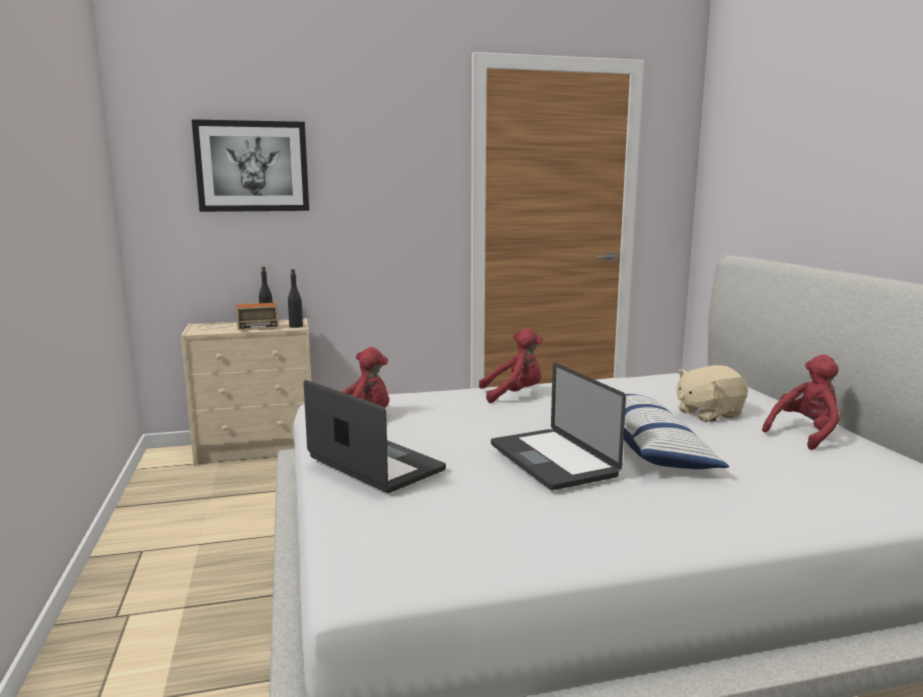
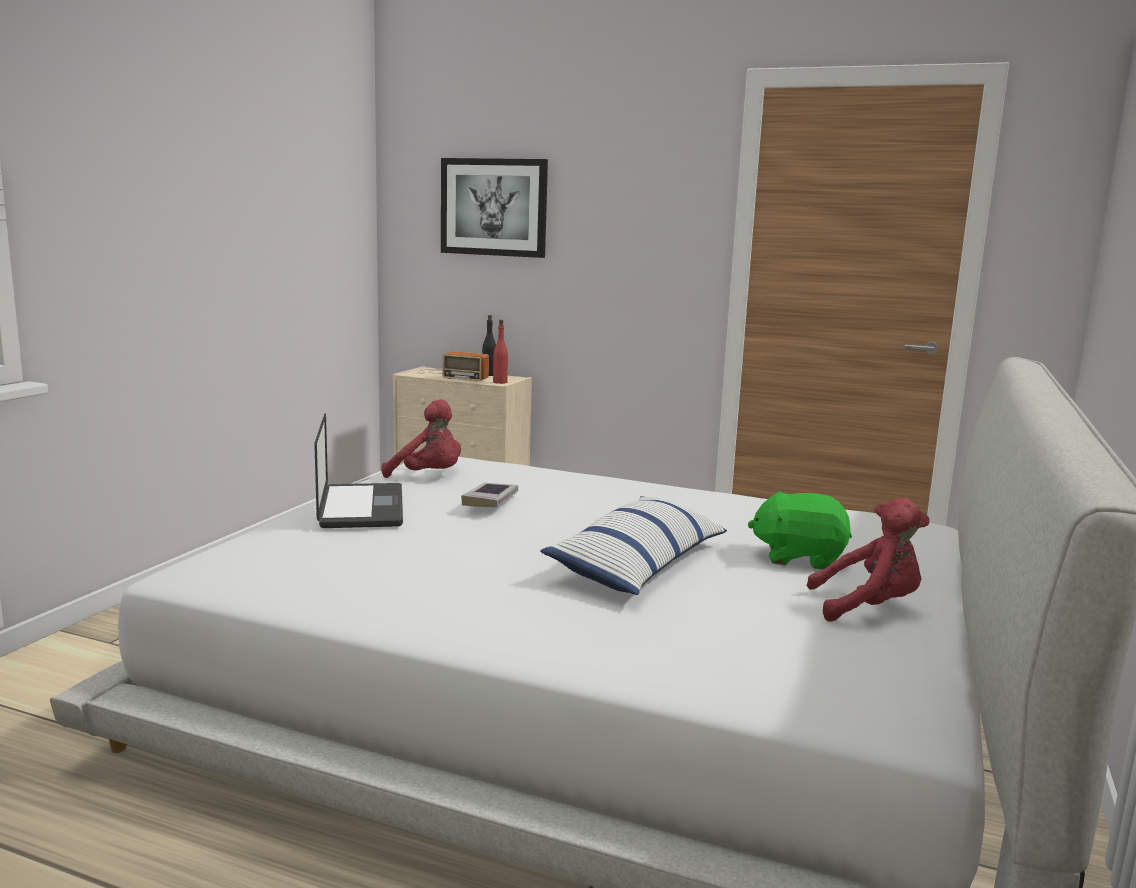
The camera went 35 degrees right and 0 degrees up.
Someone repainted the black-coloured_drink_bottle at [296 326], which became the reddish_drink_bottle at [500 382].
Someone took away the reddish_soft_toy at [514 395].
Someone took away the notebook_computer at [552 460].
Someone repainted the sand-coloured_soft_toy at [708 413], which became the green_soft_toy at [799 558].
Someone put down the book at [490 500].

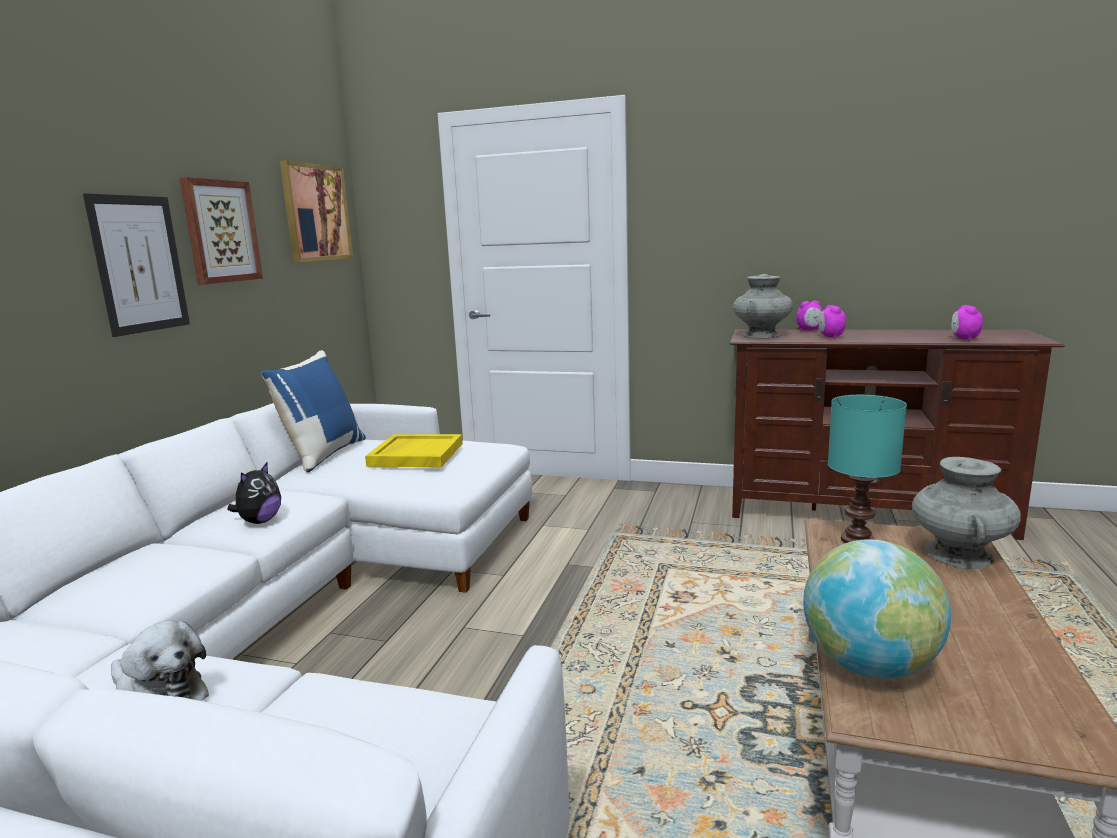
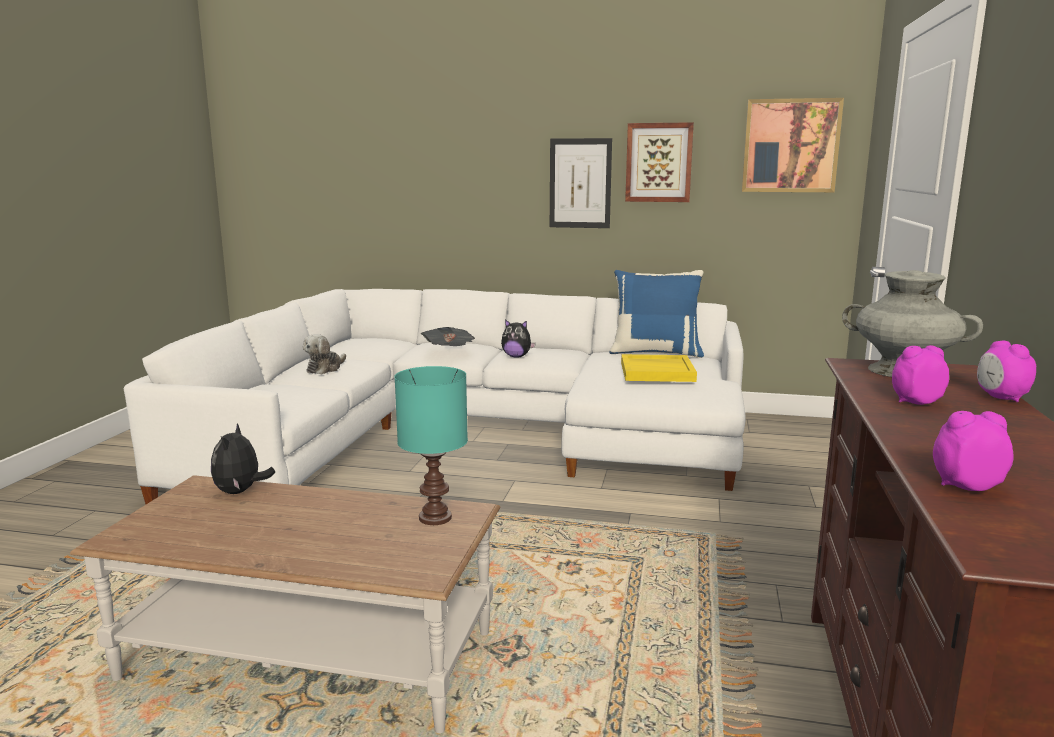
The camera went 85 degrees right and 0 degrees up.
Someone took away the grey_flower_vase at [958 554].
Someone swapped the world_globe at [868 665] for the soft_toy at [240 492].
Someone put down the daily_paper at [449 352].

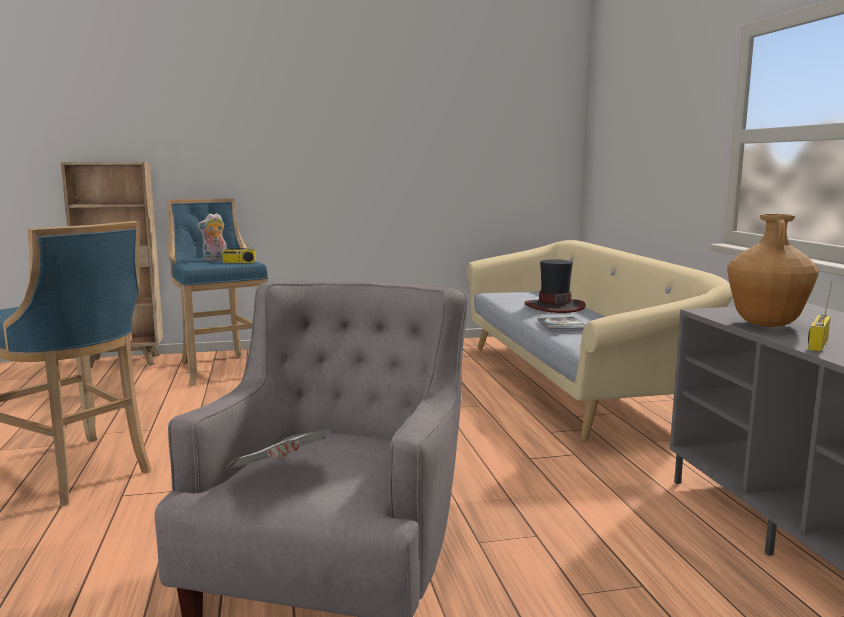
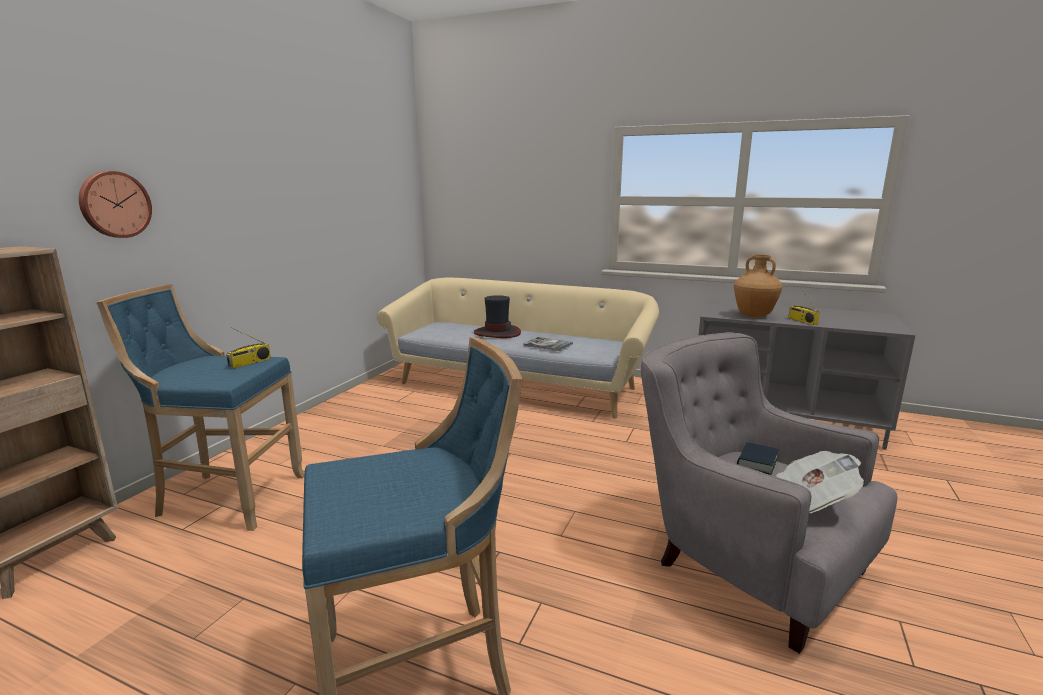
The camera went 55 degrees left and 5 degrees up.
Someone took away the soft_toy at [215 260].
Someone put up the wall_clock at [114 204].
Someone put down the book at [757 462].

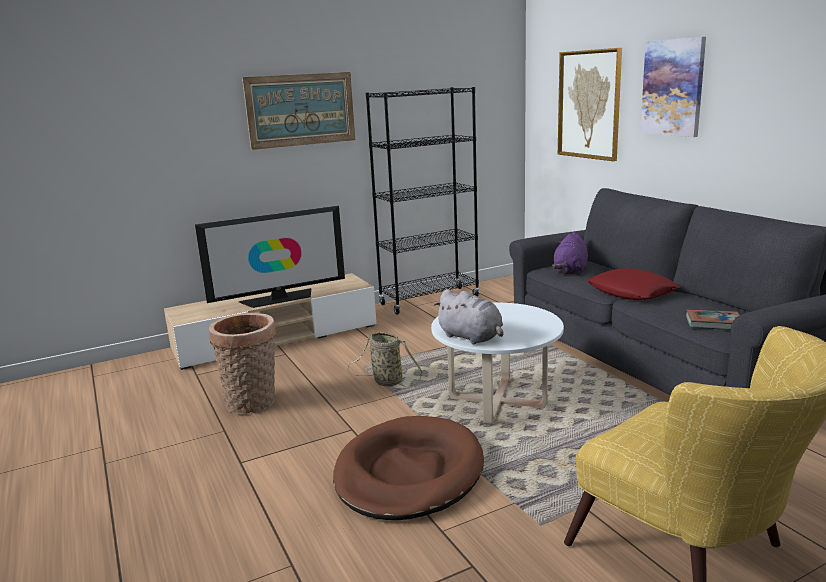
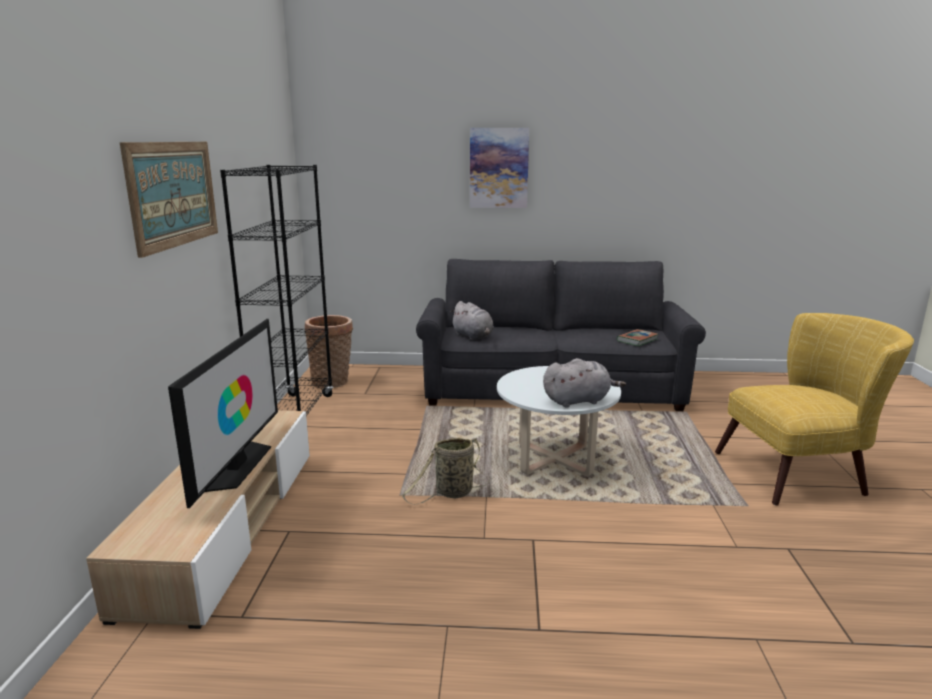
The camera went 60 degrees left and 0 degrees up.
Someone took away the wall_picture at [589 104].
Someone repainted the purplish_soft_toy at [570 271], which became the grey_soft_toy at [473 336].
Someone took away the reddish_throw_pillow at [631 292].
Someone carried the storage_basket from [252 404] to [332 382].
Someone took away the brown-coloured_dog_cushion at [409 473].

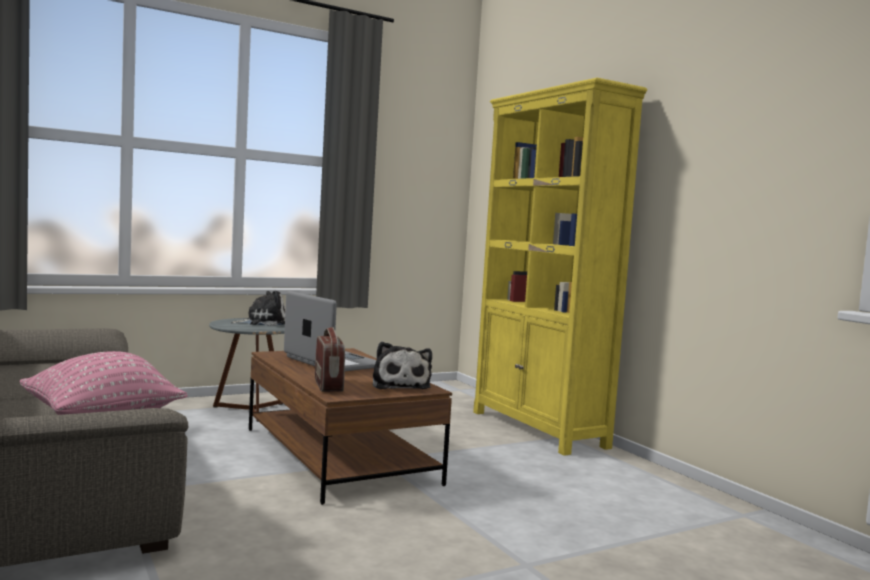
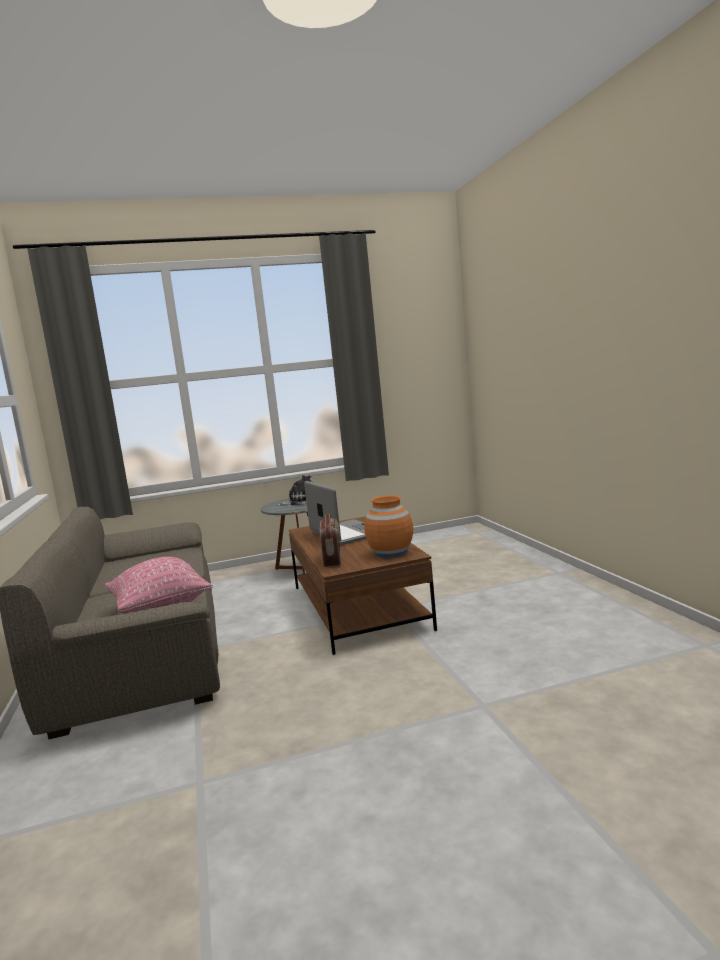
The camera went 15 degrees right and 5 degrees up.
Someone took away the yellow_shelving_unit at [538 429].
Someone swapped the soft_toy at [400 385] for the orange-coloured_flower_vase at [390 552].

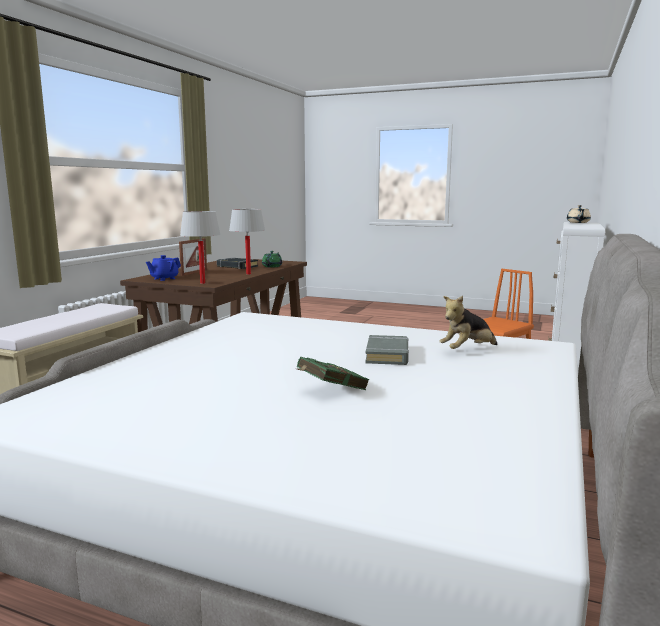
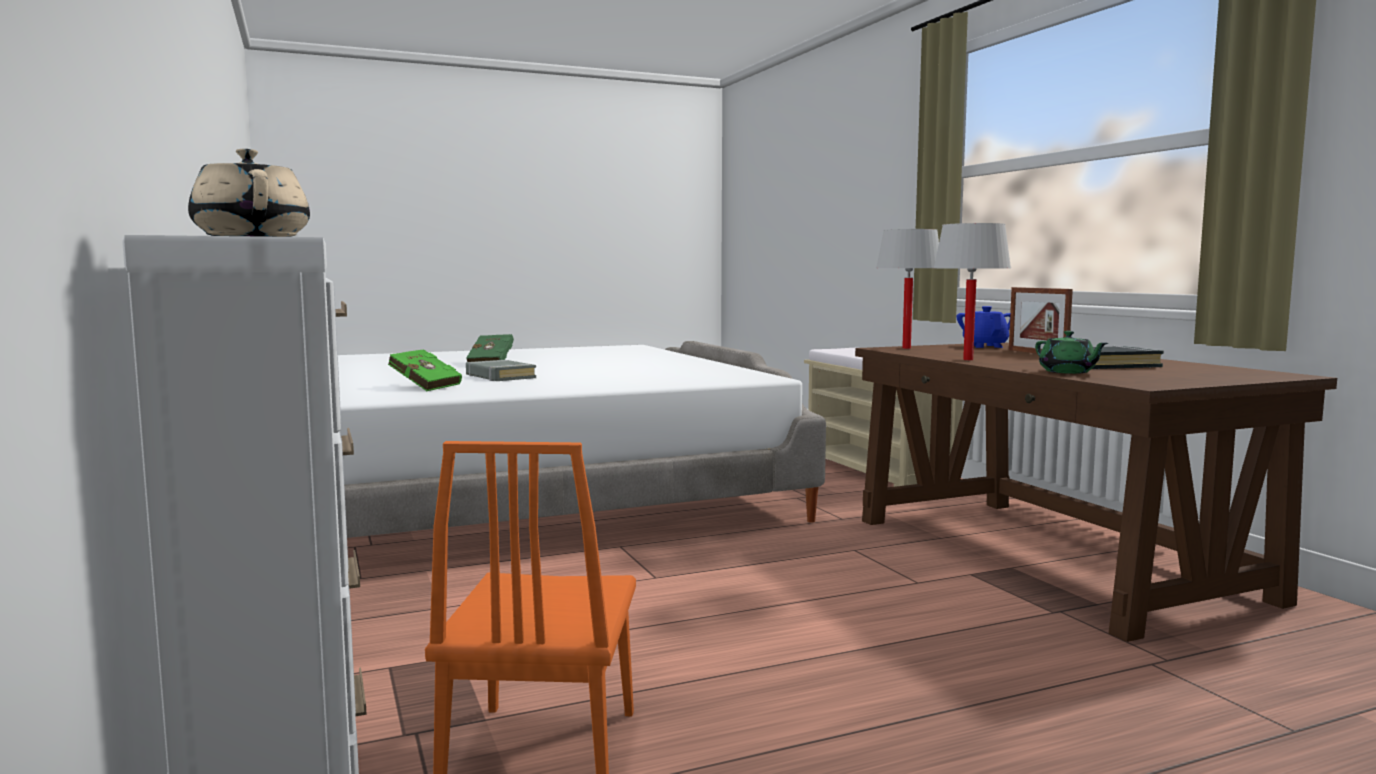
The camera went 135 degrees right and 5 degrees down.
Someone swapped the soft_toy at [467 350] for the green_book at [424 386].

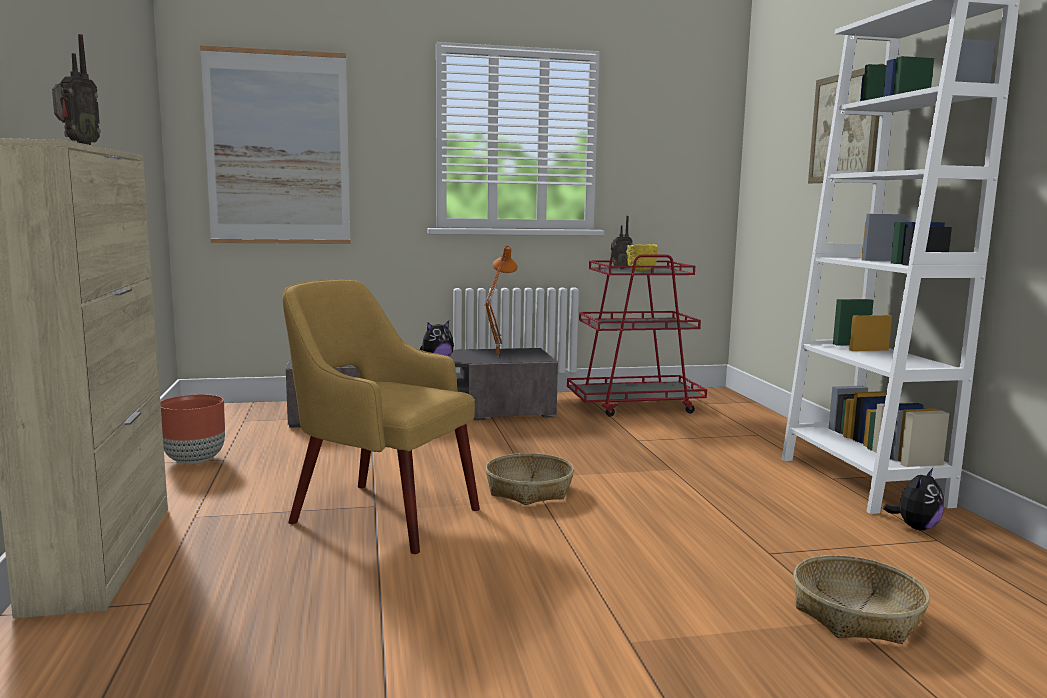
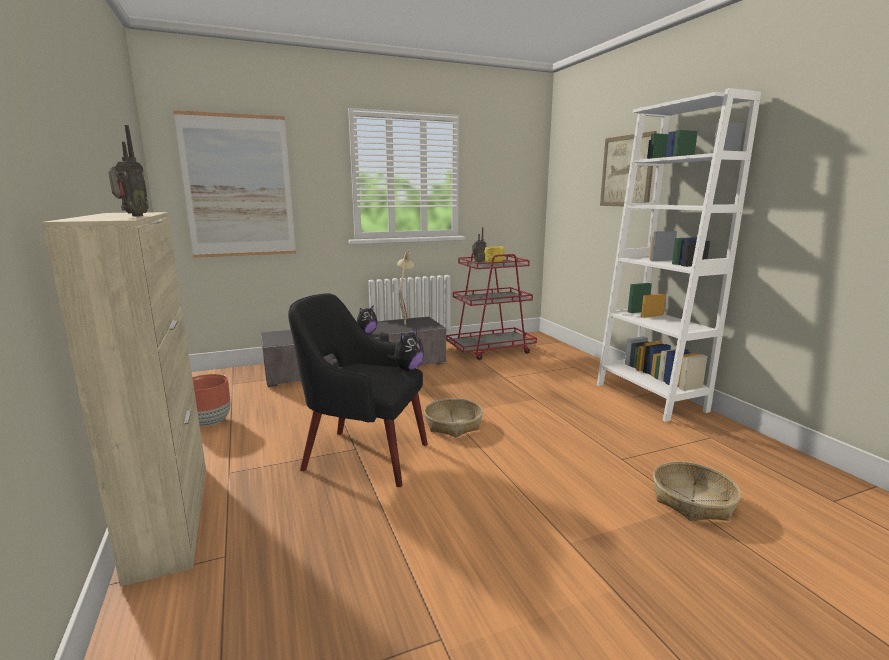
The camera went 10 degrees left and 5 degrees up.
Someone repainted the orange-coloured_table_lamp at [496 356], which became the sand-coloured_table_lamp at [403 326].
Someone repainted the yellow_easy_chair at [381 514], which became the black-coloured_easy_chair at [362 456].
Someone carried the soft_toy from [915 527] to [407 369].

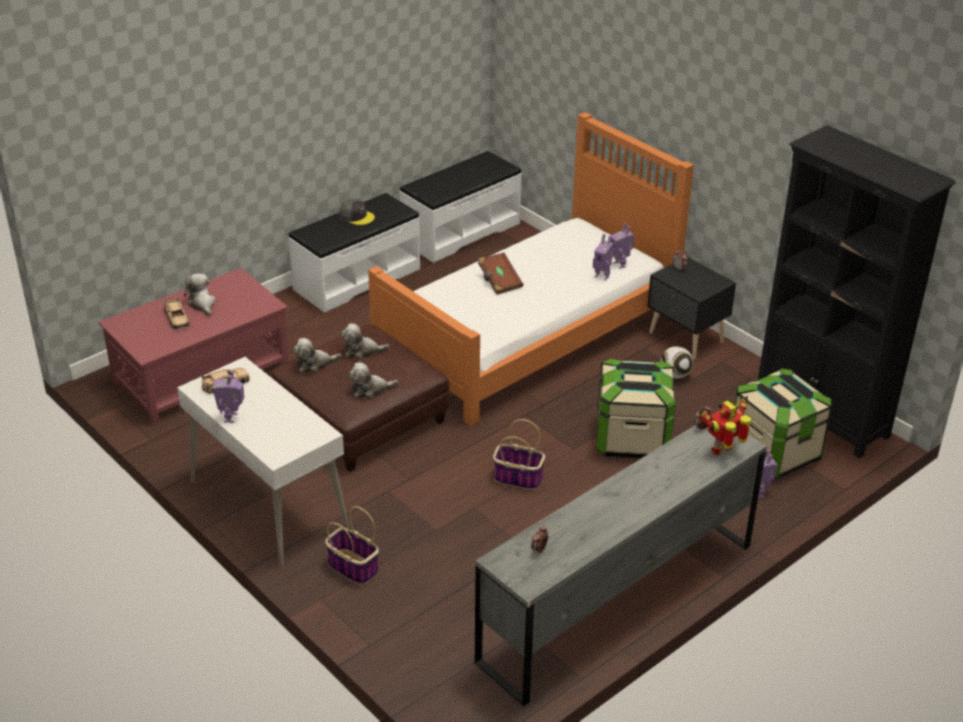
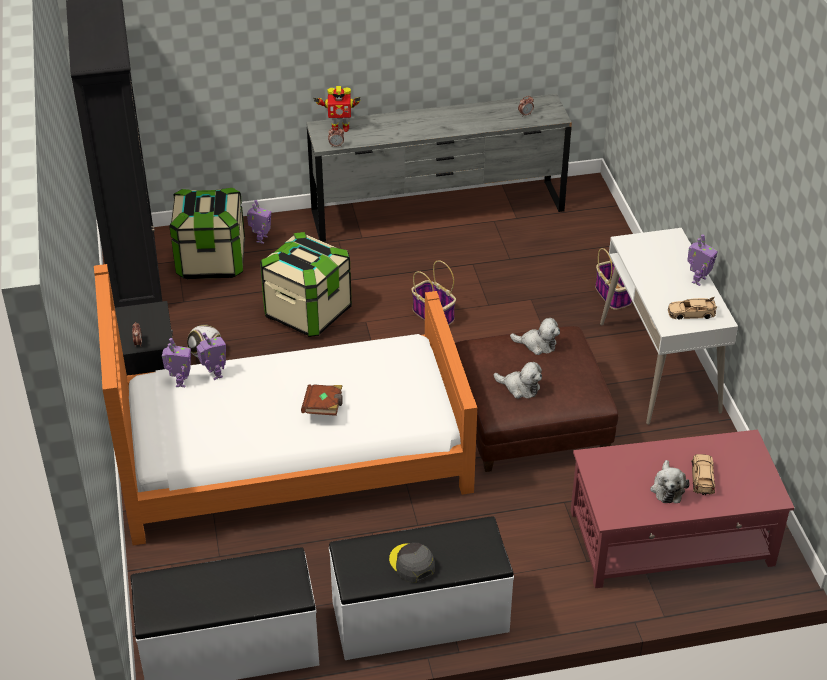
The camera went 150 degrees left and 5 degrees up.
Someone took away the soft_toy at [315 364].

